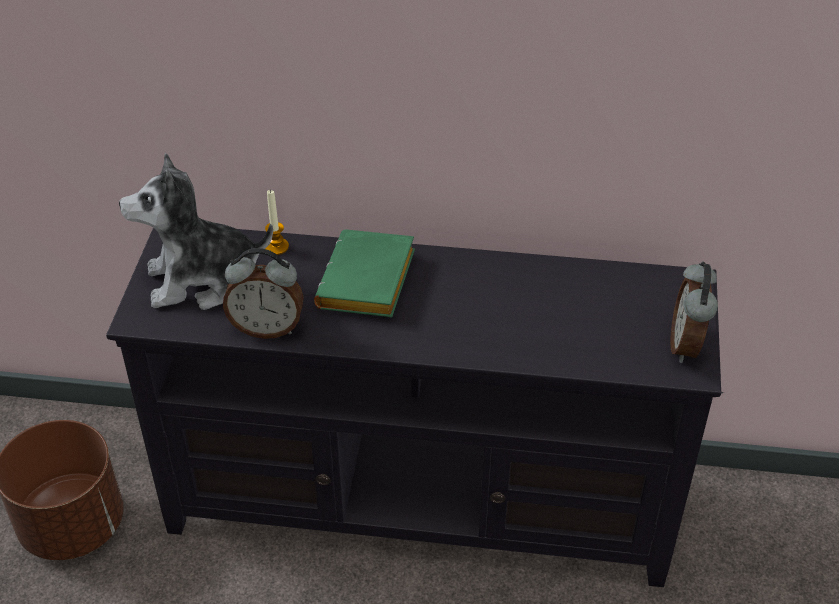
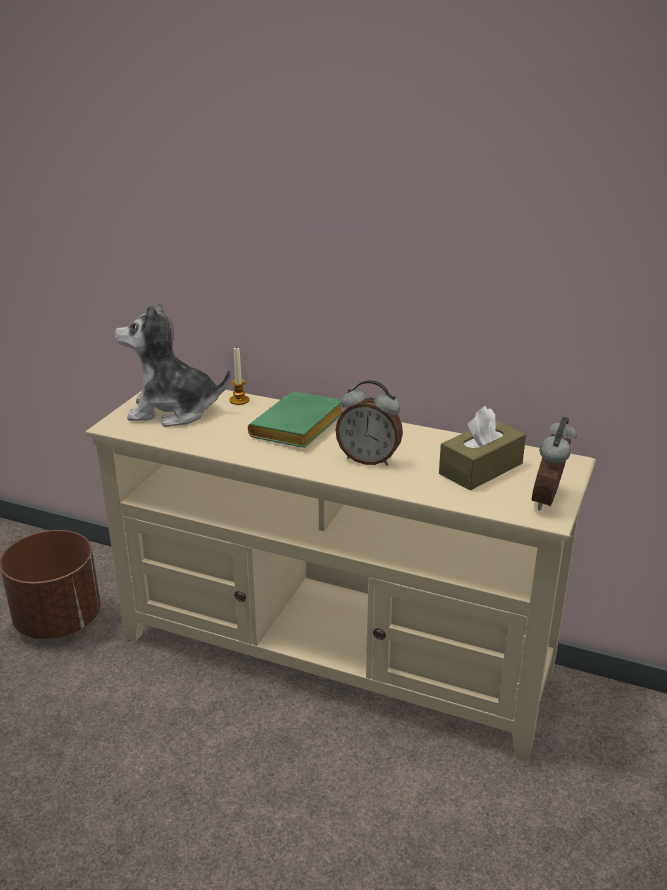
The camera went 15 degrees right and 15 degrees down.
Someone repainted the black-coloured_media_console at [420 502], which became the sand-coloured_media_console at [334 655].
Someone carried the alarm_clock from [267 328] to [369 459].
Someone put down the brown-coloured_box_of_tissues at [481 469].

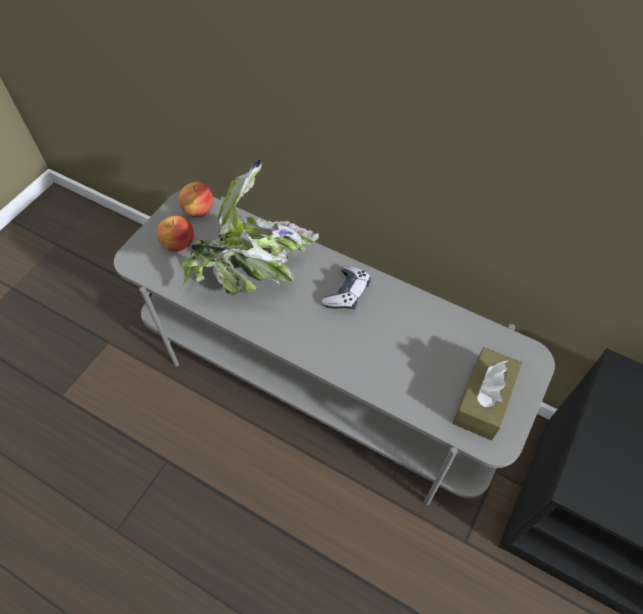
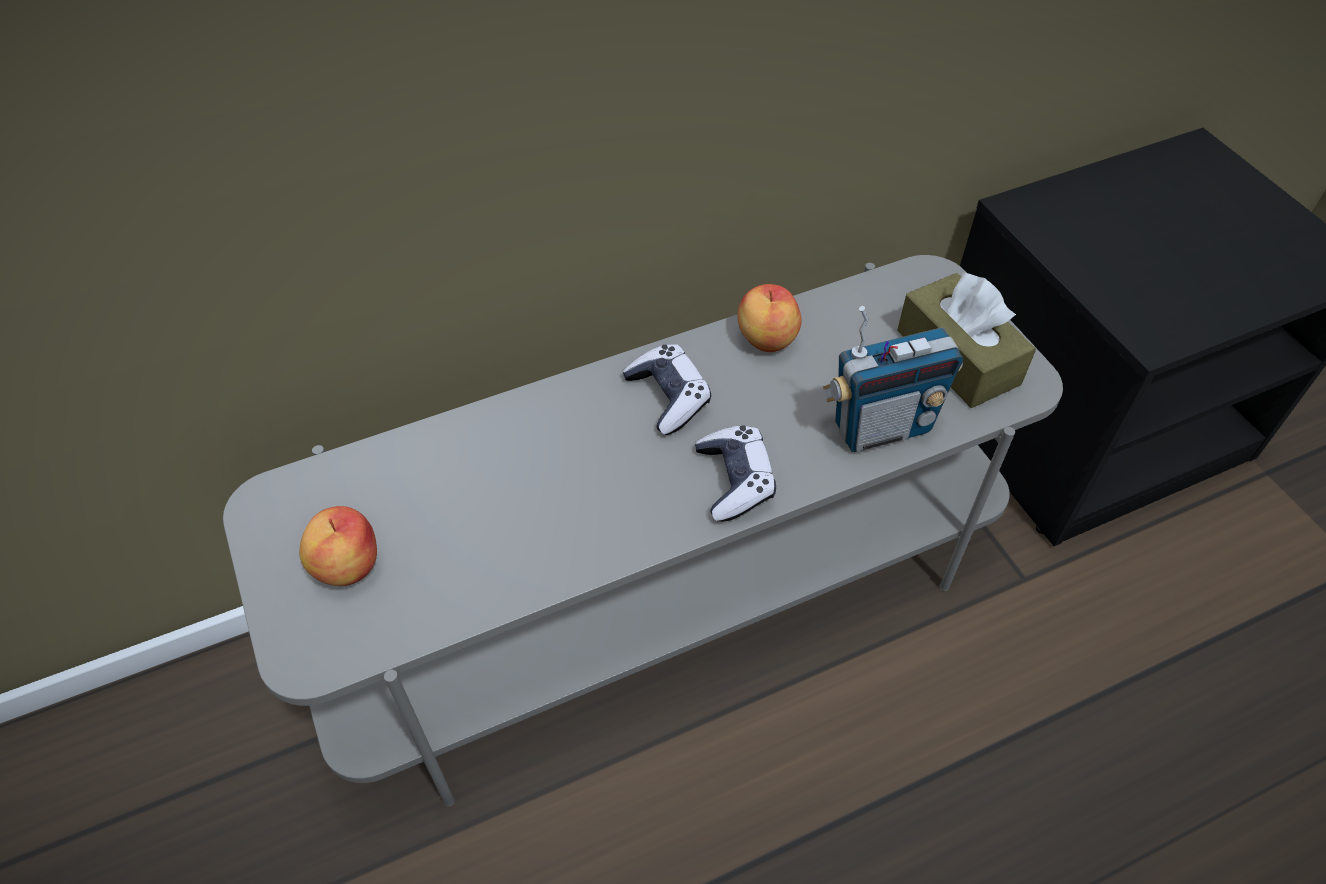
The camera went 55 degrees left and 5 degrees down.
Someone took away the houseplant at [249 277].
Someone carried the apple_fruit from [198 210] to [765 339].
Someone put down the radio_set at [881 427].
Someone put down the joypad at [734 481].

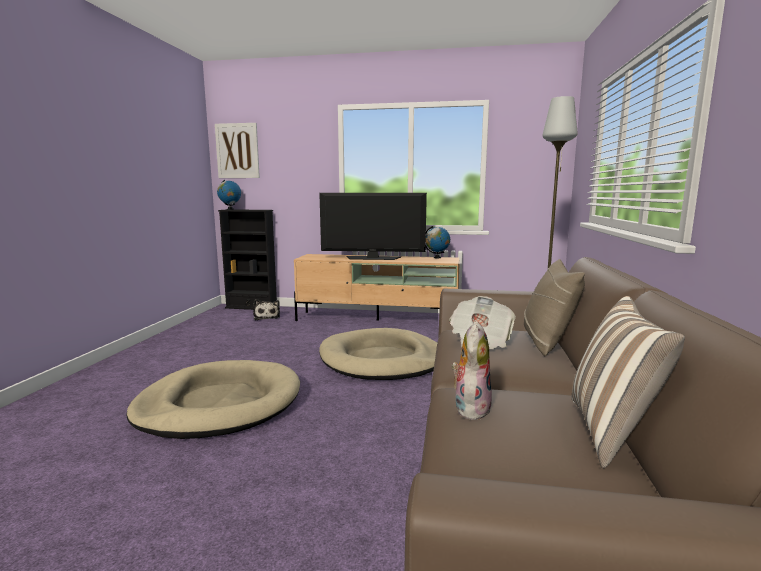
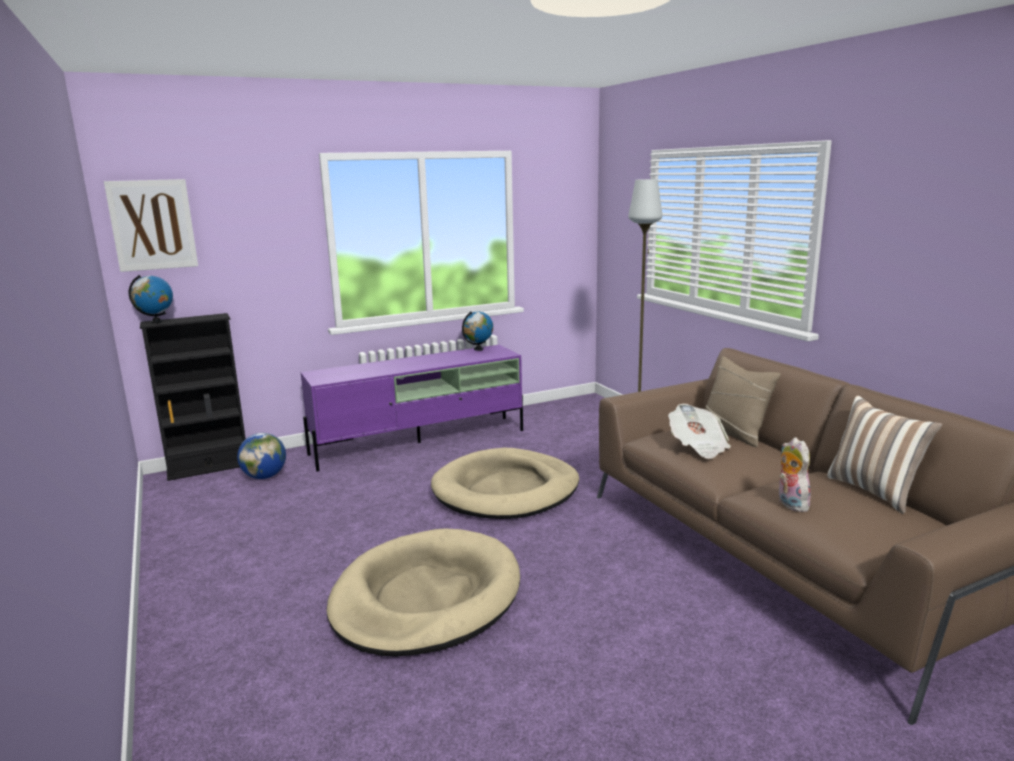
The camera went 35 degrees left and 5 degrees up.
Someone took away the TV_set at [372 258].
Someone repainted the sand-coloured_media_console at [378 320], which became the purplish_media_console at [420 442].
Someone swapped the soft_toy at [267 317] for the world_globe at [264 476].

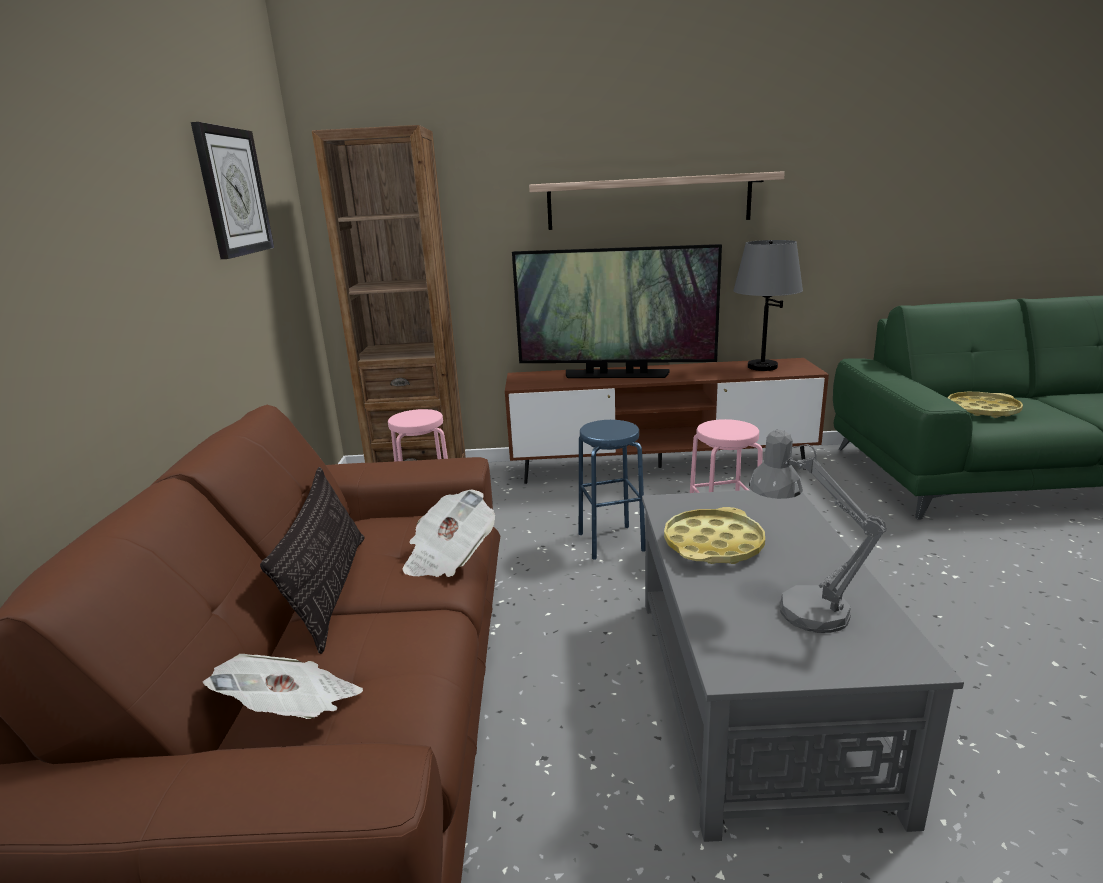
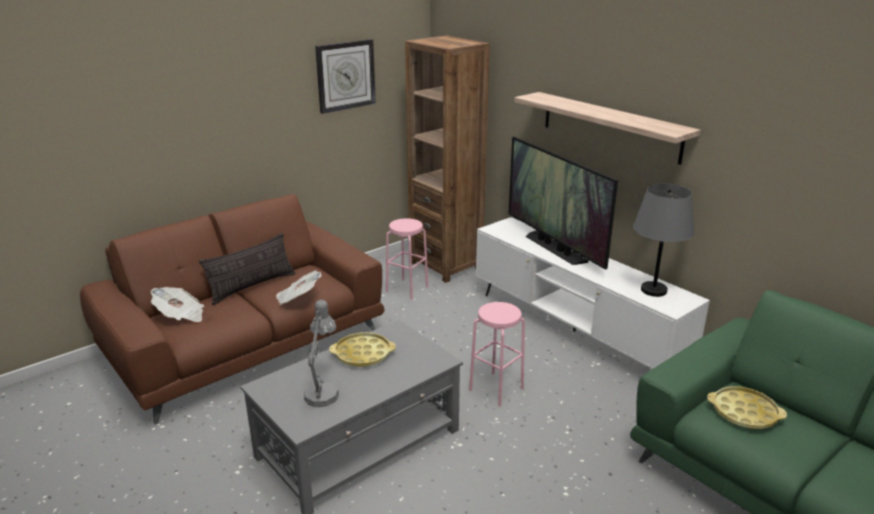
The camera went 50 degrees right and 5 degrees up.
Someone repainted the brown-coloured_media_console at [660 467], which became the whitish_media_console at [573 331].
Someone took away the blue-coloured_stool_seat at [611 542].

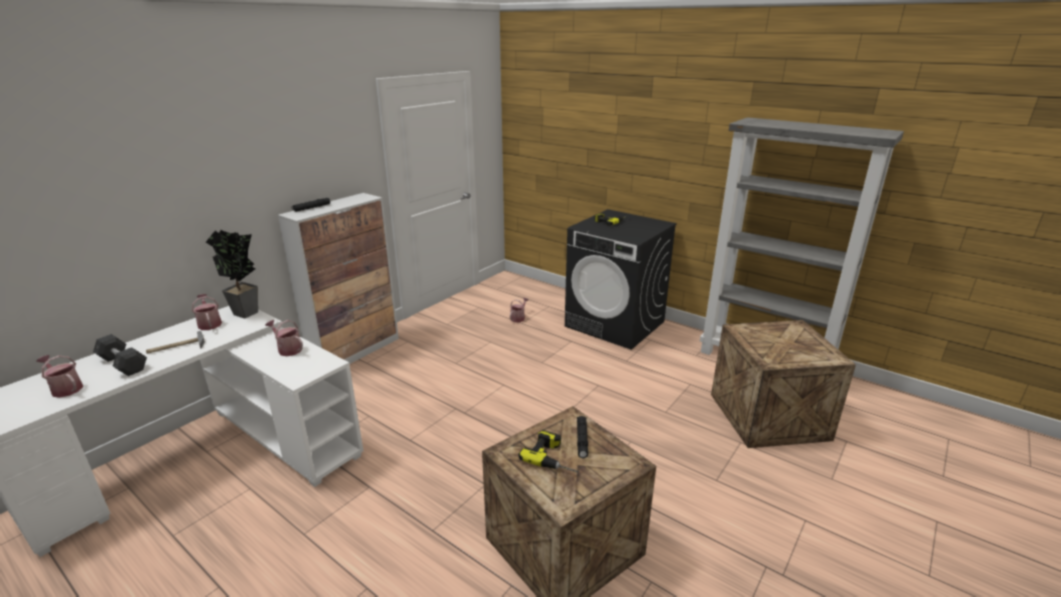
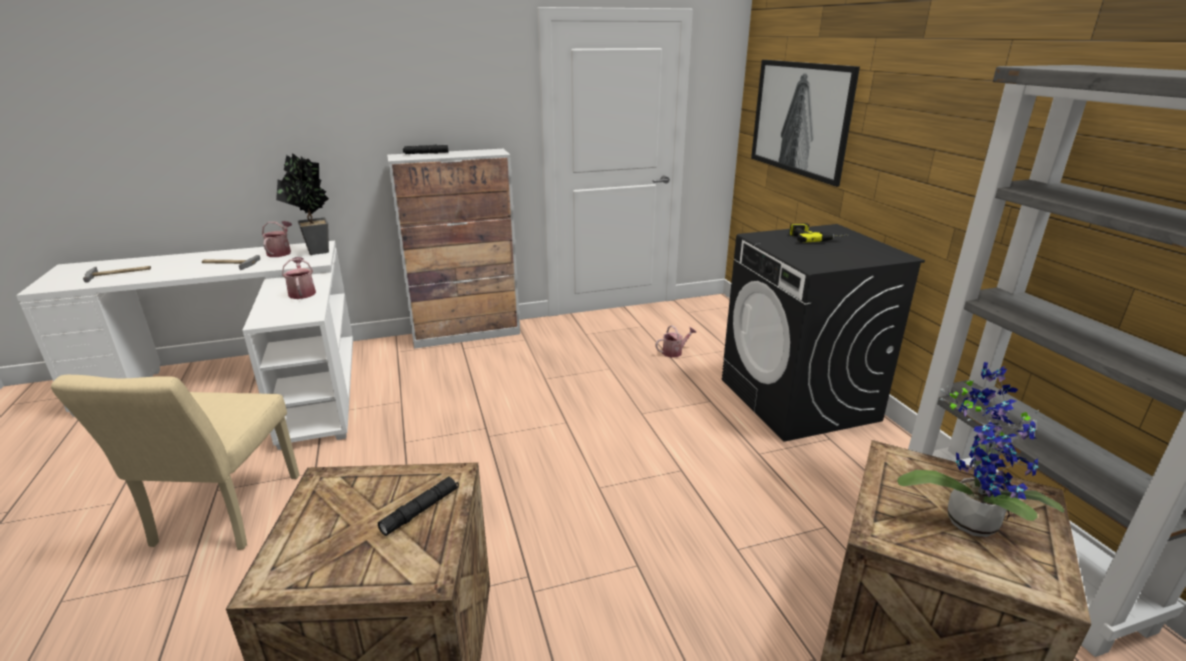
The camera went 35 degrees right and 0 degrees up.
Someone took away the grey_dumbbell at [123 364].
Someone swapped the watering_pot at [65 388] for the hand_hammer at [120 273].
Someone took away the power_drill at [554 457].
Someone put up the wall_picture at [799 118].
Someone put down the houseplant at [968 517].
Someone put down the sand-coloured_chair at [221 517].

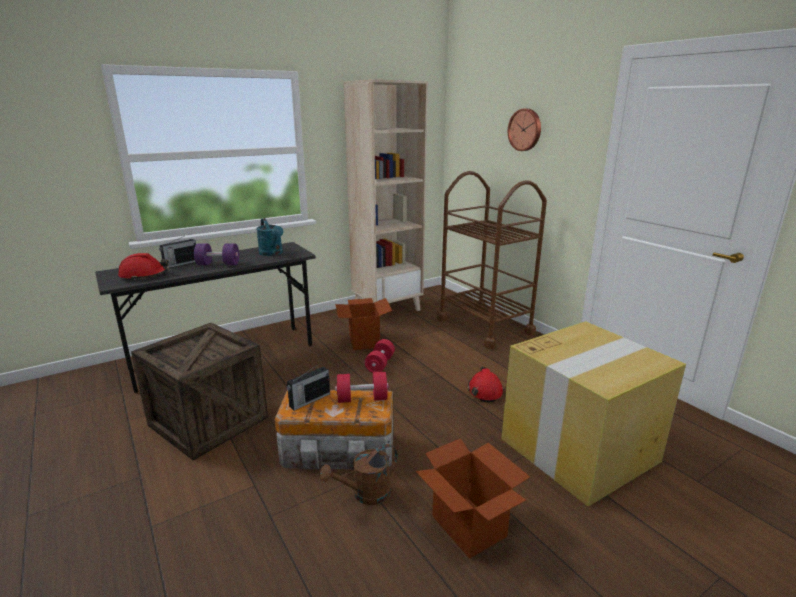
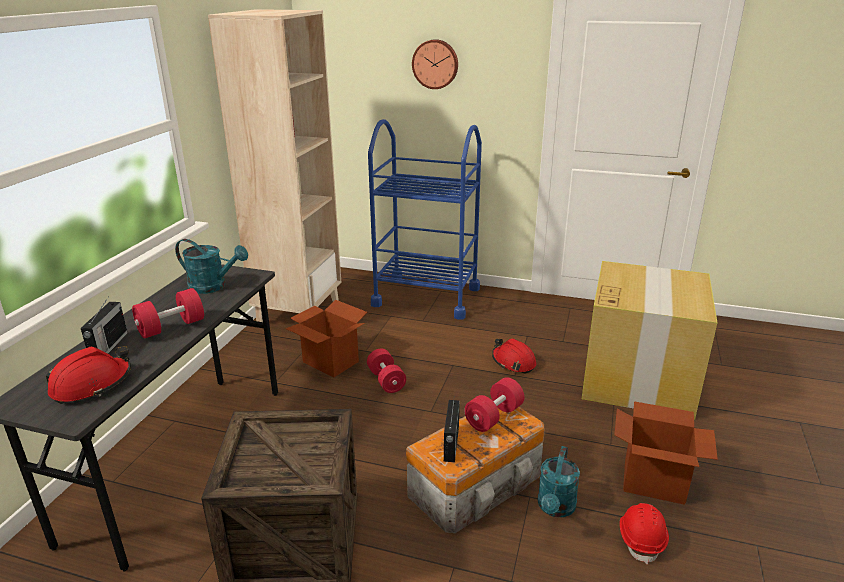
The camera went 40 degrees left and 5 degrees up.
Someone repainted the brown-coloured_cart at [484 326], which became the blue-coloured_cart at [426 296].
Someone repainted the purplish_dumbbell at [218 264], which became the reddish_dumbbell at [171 327].
Someone repainted the brown-coloured_watering_pot at [365 494], which became the blue-green_watering_pot at [555 508].
Someone put down the reddish_hard_hat at [641 539].

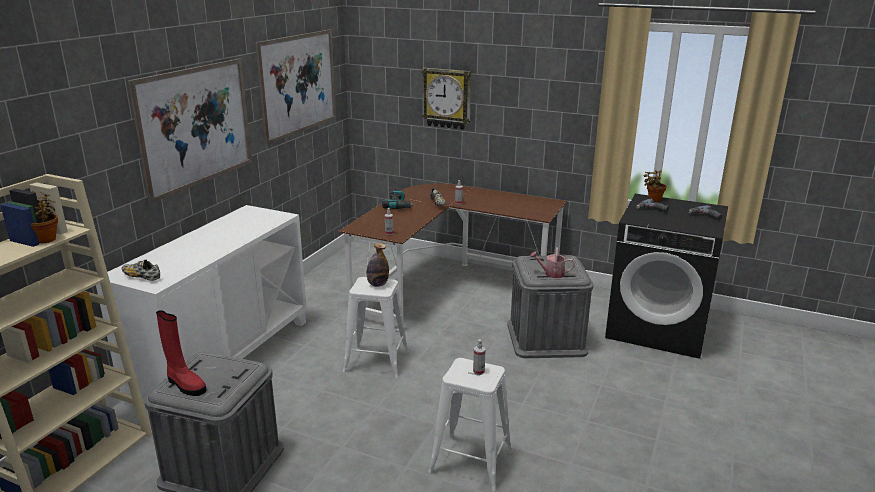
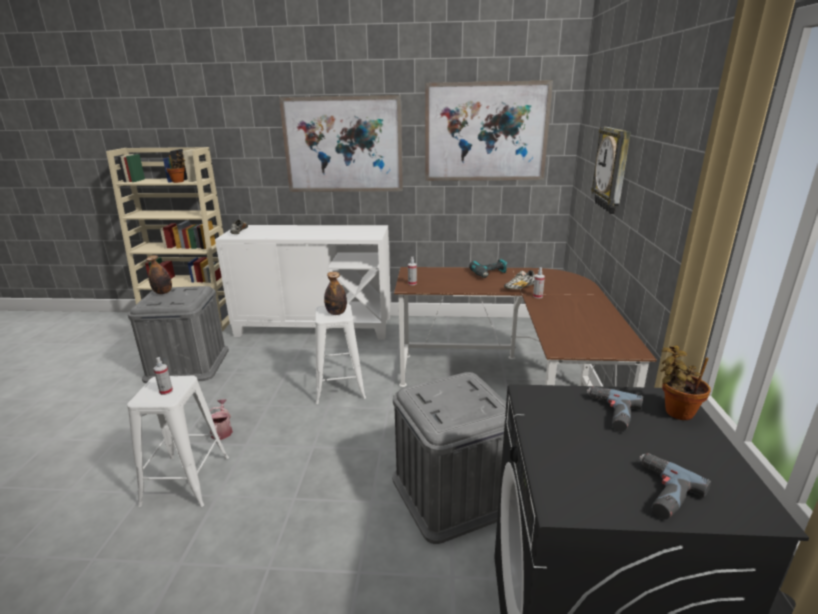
The camera went 70 degrees right and 0 degrees up.
Someone carried the watering_pot from [551 273] to [222 431].
Someone swapped the reddish_boot at [185 385] for the drink_bottle at [163 292].

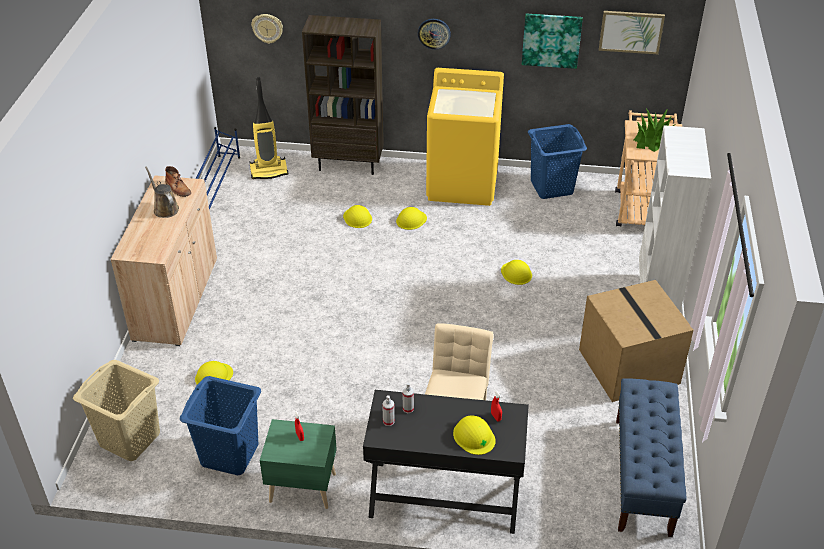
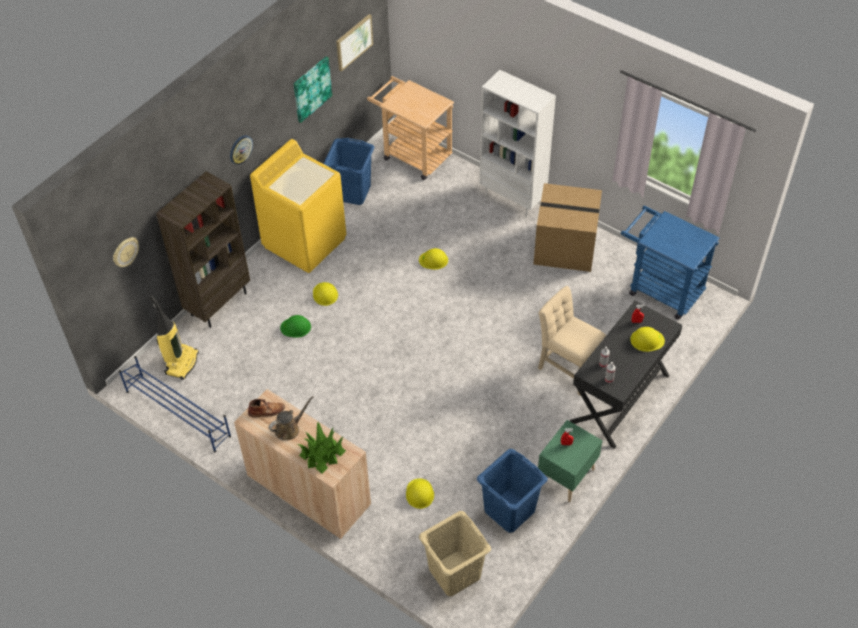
The camera went 60 degrees left and 10 degrees up.
Someone carried the houseplant from [653 141] to [322 453].
Someone rotated the brown-coloured_watering_pot at [165 208] by 150 degrees clockwise.
Someone repainted the yellow_hard_hat at [357 218], which became the green_hard_hat at [296 327].
Someone swapped the blue-coloured_bench at [643 476] for the blue-coloured_cart at [660 289].

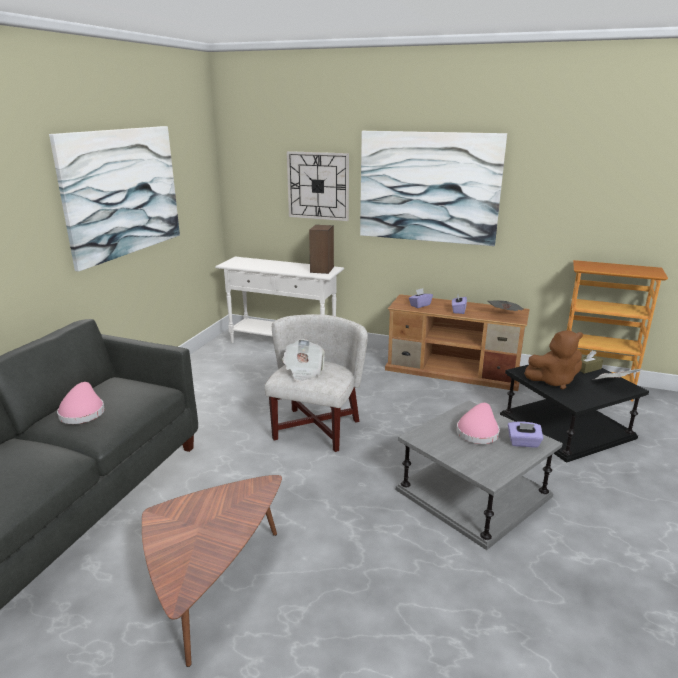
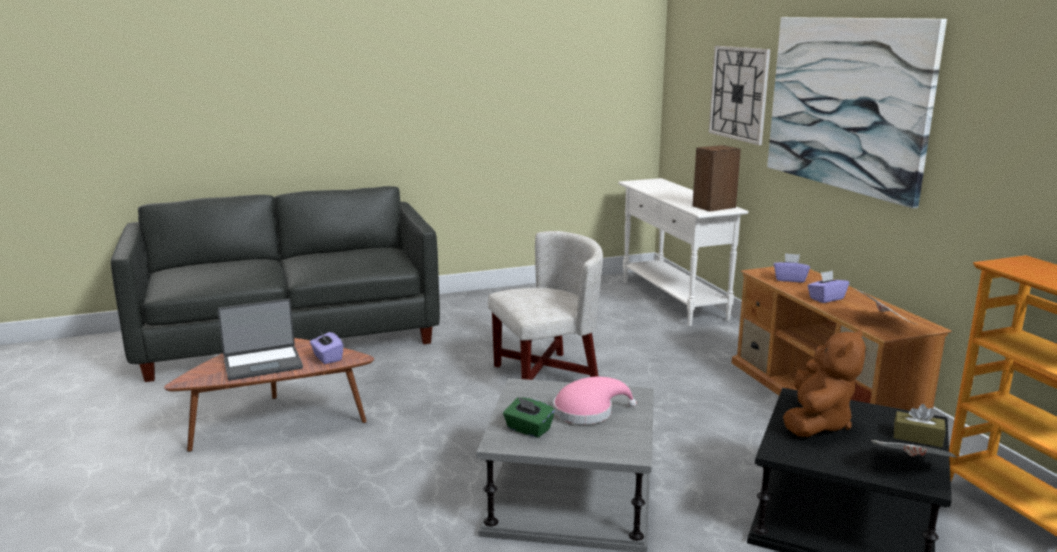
The camera went 50 degrees right and 5 degrees down.
Someone took away the wall_picture at [122 192].
Someone rotated the brown-coloured_soft_toy at [553 381] by 105 degrees counterclockwise.
Someone took away the daily_paper at [304 371].
Someone took away the pinkish_clothing_hat at [82 412].
Someone carried the purplish_box_of_tissues from [523 443] to [327 358].
Someone put down the notebook_computer at [263 363].
Someone put down the green_box_of_tissues at [528 429].

